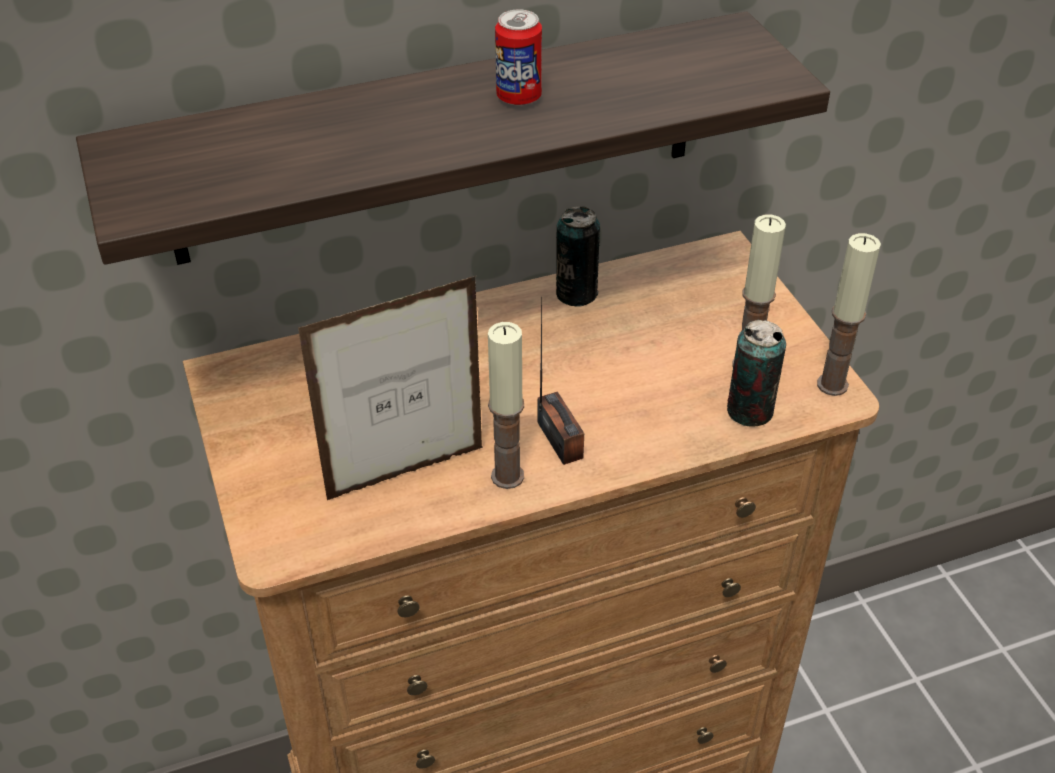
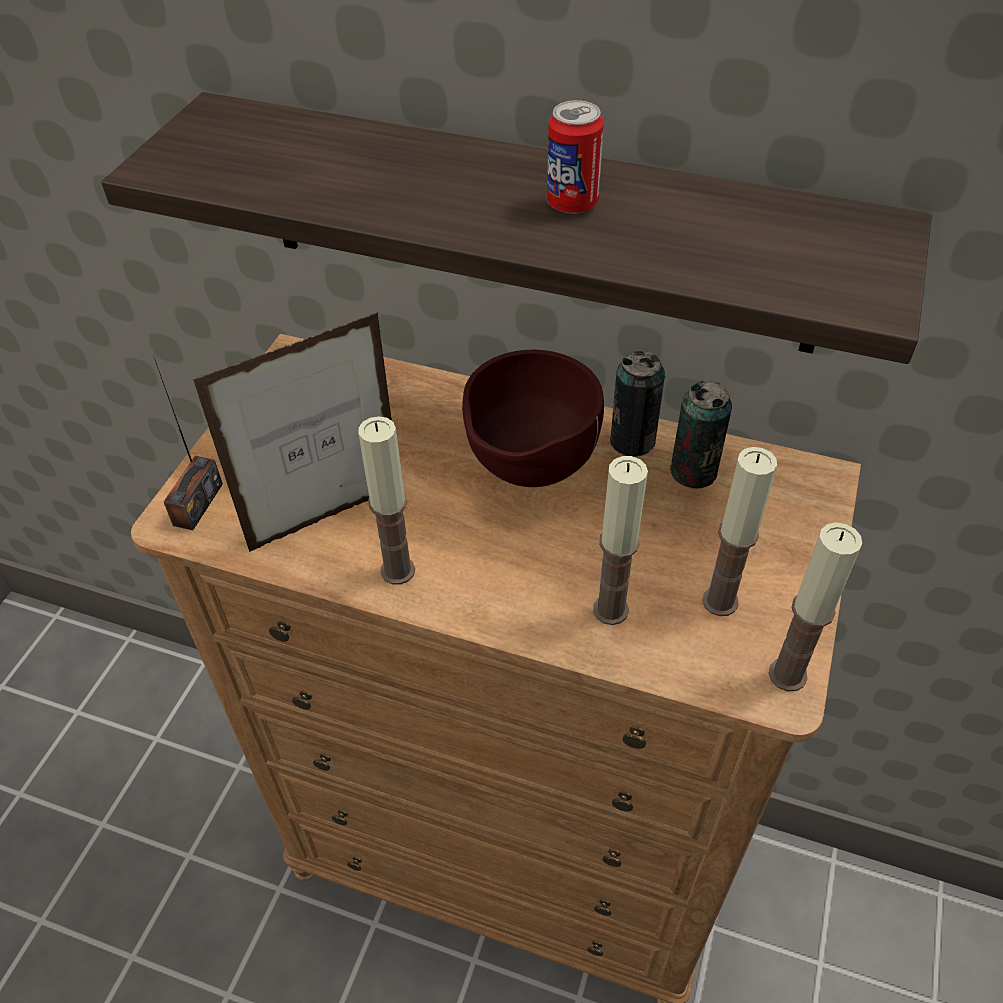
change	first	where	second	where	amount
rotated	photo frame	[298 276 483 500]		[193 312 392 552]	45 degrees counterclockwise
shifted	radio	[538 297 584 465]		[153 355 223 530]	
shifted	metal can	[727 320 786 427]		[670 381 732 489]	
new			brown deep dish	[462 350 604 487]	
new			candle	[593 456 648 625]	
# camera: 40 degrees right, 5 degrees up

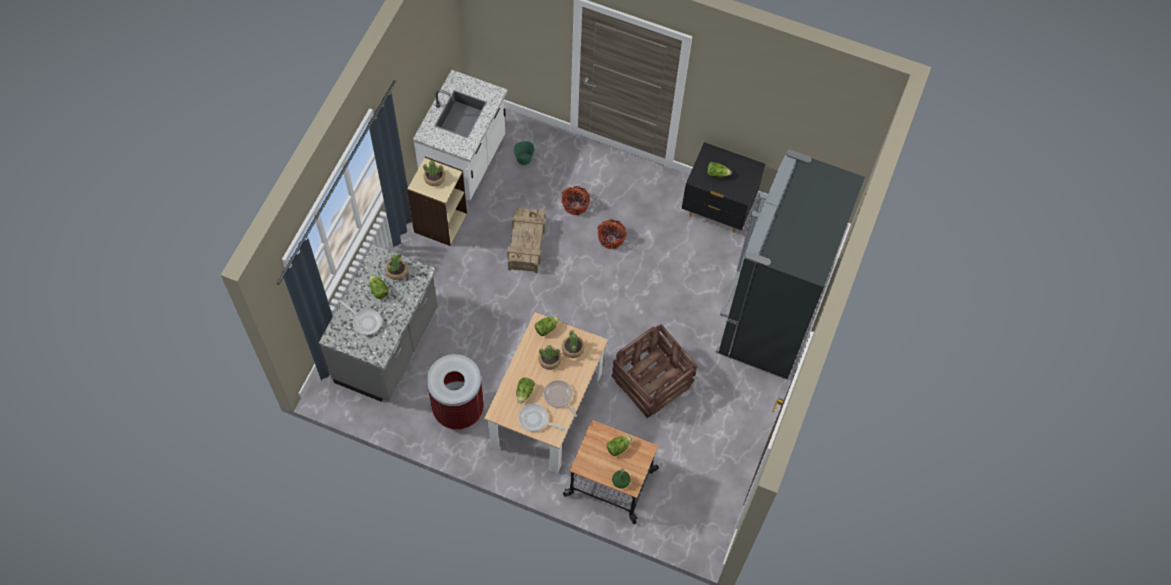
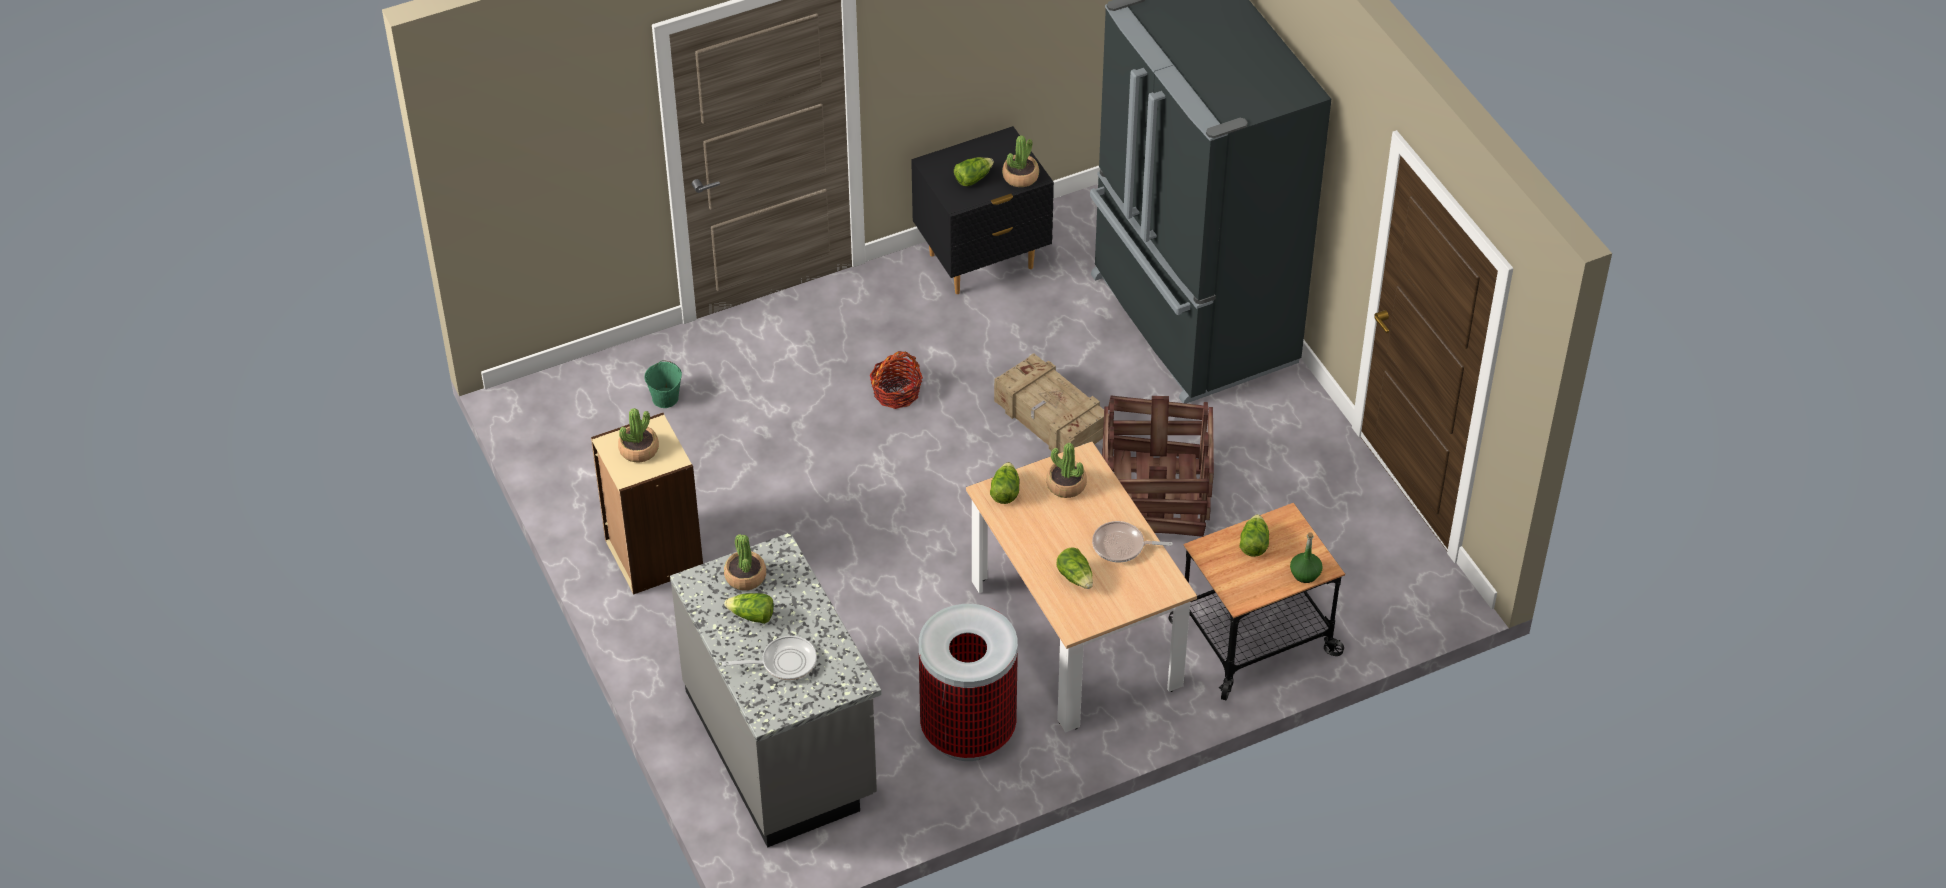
change	first	where	second	where	amount
gone	white kitchen counter	[413 70 508 200]			
gone	basket	[562 186 590 215]			
shifted	packing crate	[507 207 545 273]		[994 354 1109 454]	
shifted	potted plant	[538 345 562 370]		[1002 135 1039 187]	
gone	pan	[518 404 567 431]			
# camera: 45 degrees left, 15 degrees down

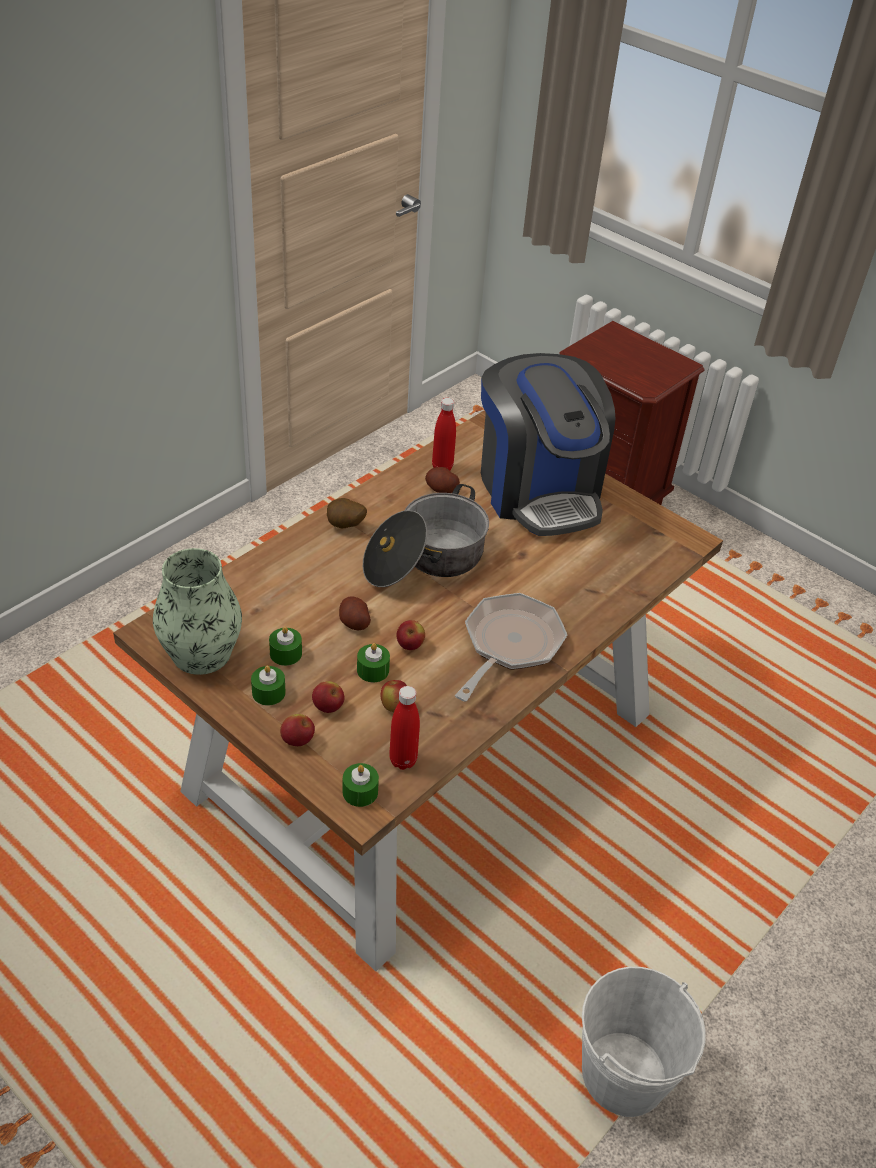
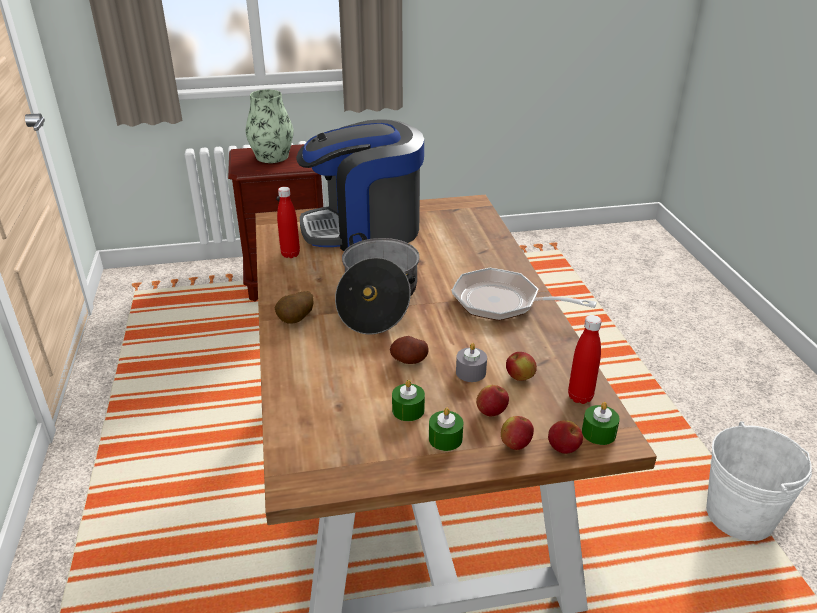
change	first	where	second	where	amount
rotated	coffee brewer	[481 353 616 536]		[296 120 424 251]	150 degrees clockwise
gone	spud	[425 467 460 493]			
shifted	decorative vase	[153 548 242 675]		[246 89 293 163]	
rotated	pan	[455 593 567 702]		[452 268 597 321]	45 degrees counterclockwise
shifted	apple	[396 620 425 650]		[548 420 583 454]	
repainted	green candle	[357 643 390 683]	greyish candle	[456 343 487 382]	
# camera: 50 degrees left, 10 degrees down

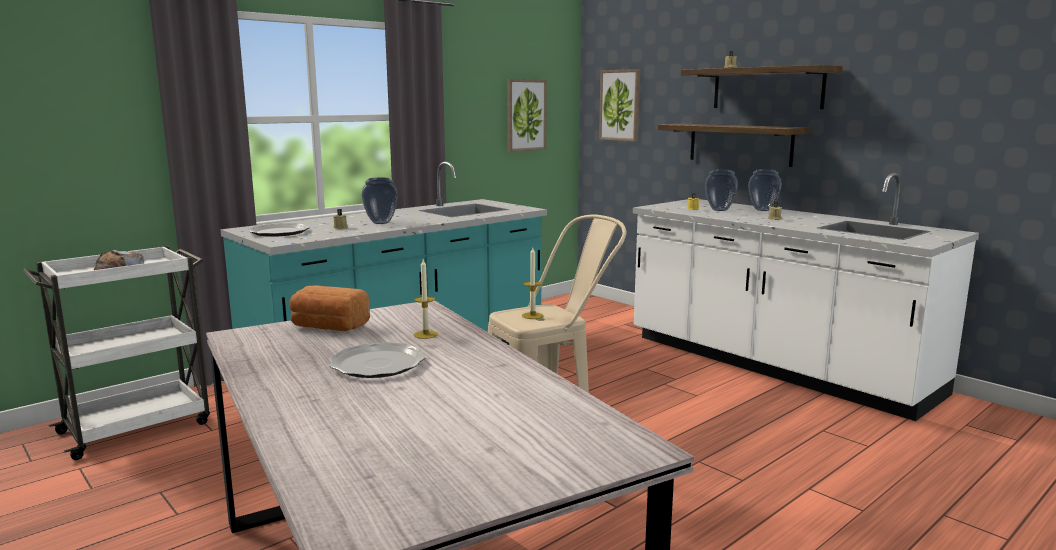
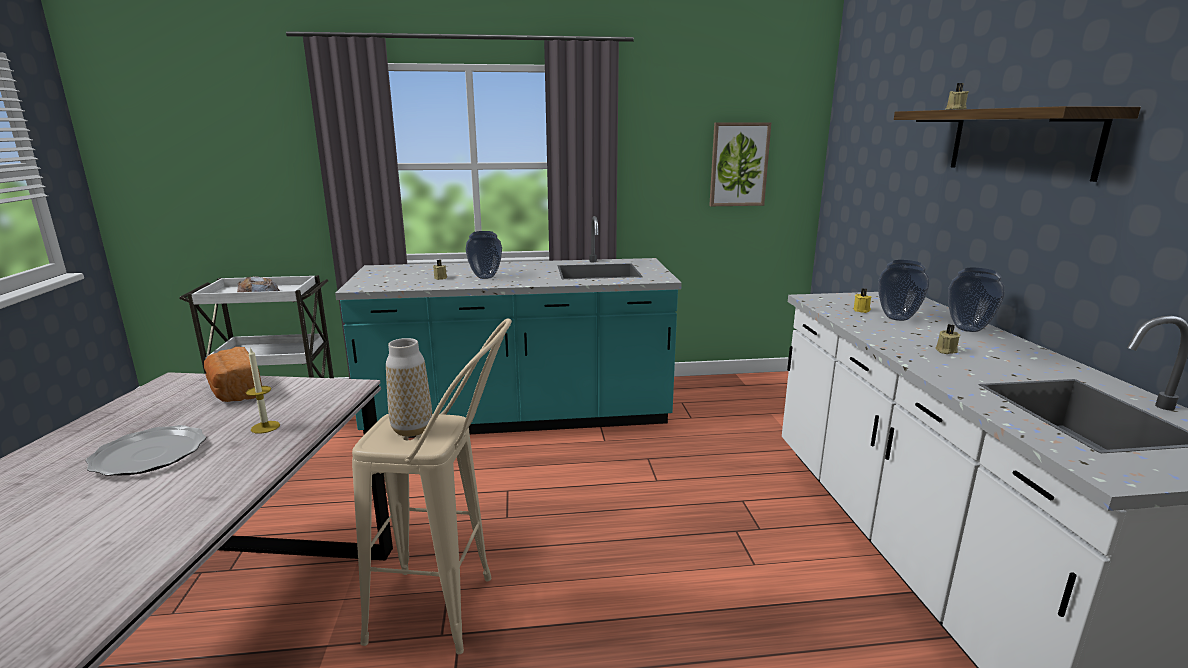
change	first	where	second	where	amount
gone	wall art	[599 69 640 142]			
gone	wall shelf	[658 124 810 167]			
gone	flat dish	[248 223 310 237]			
swapped	candle	[522 248 544 319]	decorative vase	[386 338 432 437]	
# camera: 35 degrees right, 5 degrees up

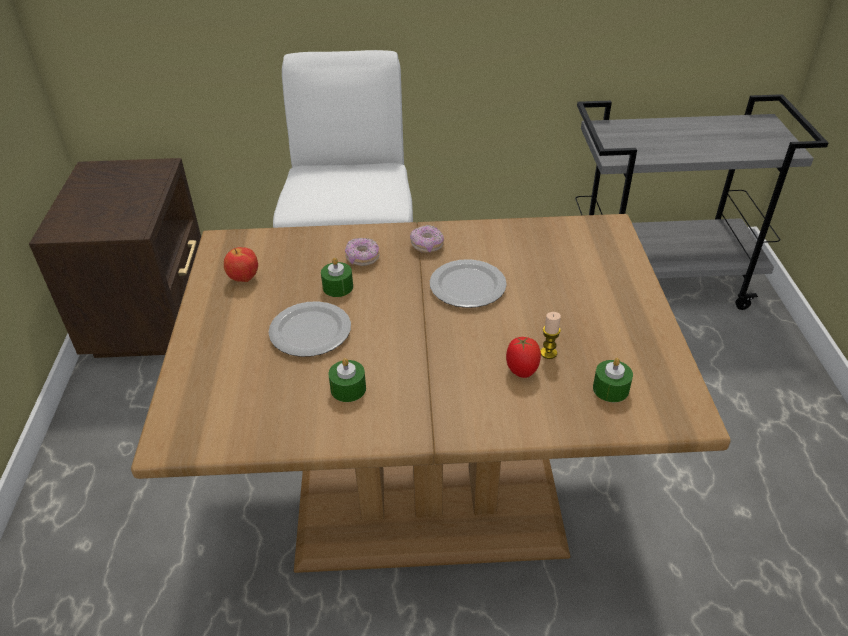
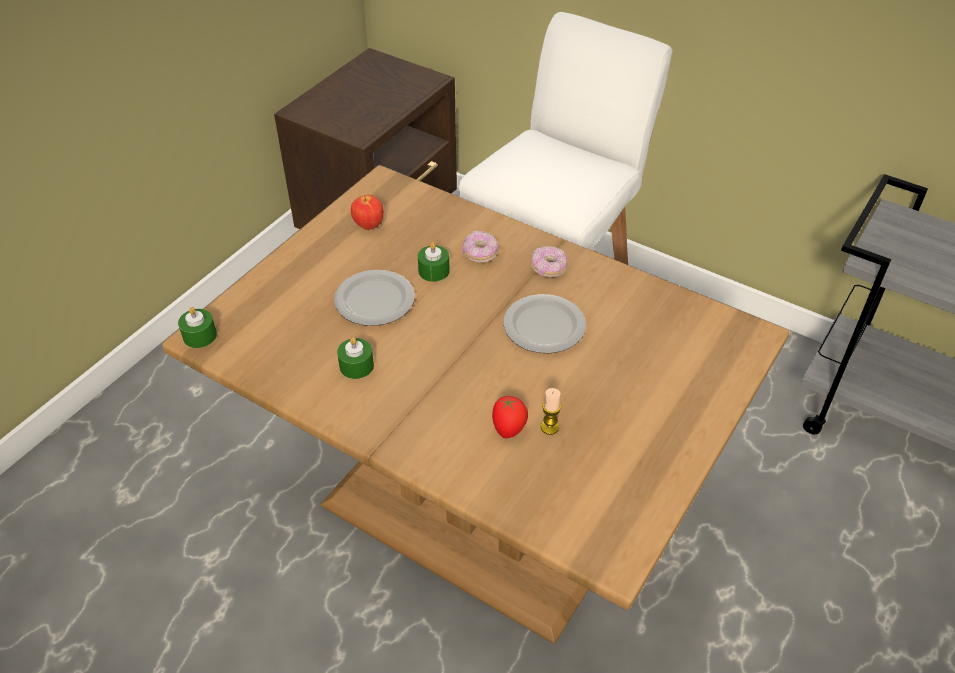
change	first	where	second	where	amount
shifted	green candle	[593 358 633 402]		[178 307 217 348]	
# camera: 35 degrees right, 5 degrees up

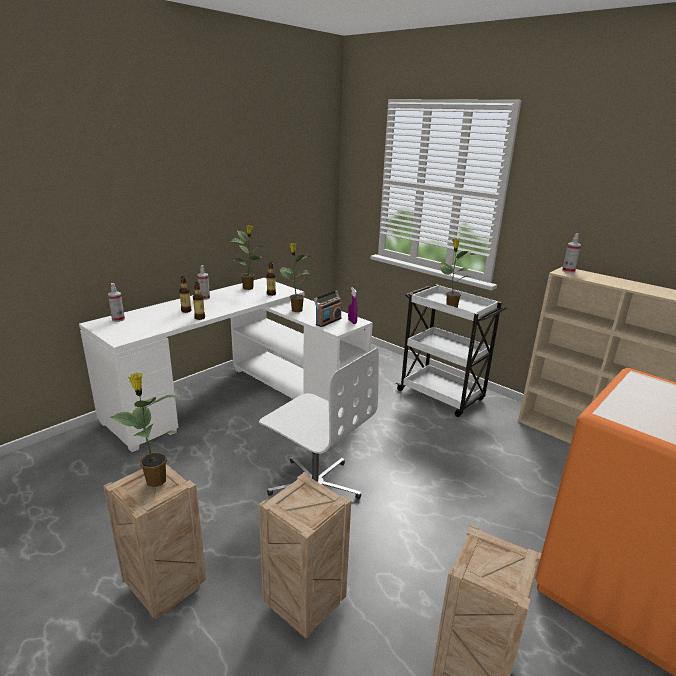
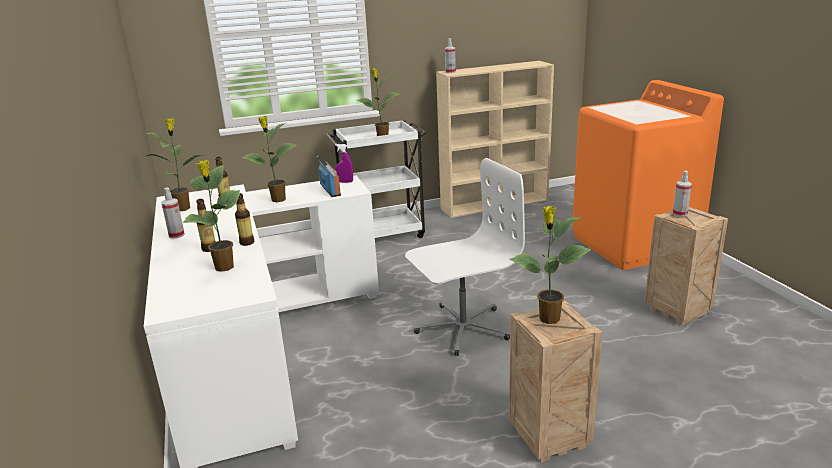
change	first	where	second	where	amount
shifted	spray bottle	[108 283 125 322]		[673 171 692 217]	
gone	packing crate	[259 472 351 639]			
new			potted plant	[183 160 240 272]	
# camera: 60 degrees left, 0 degrees up

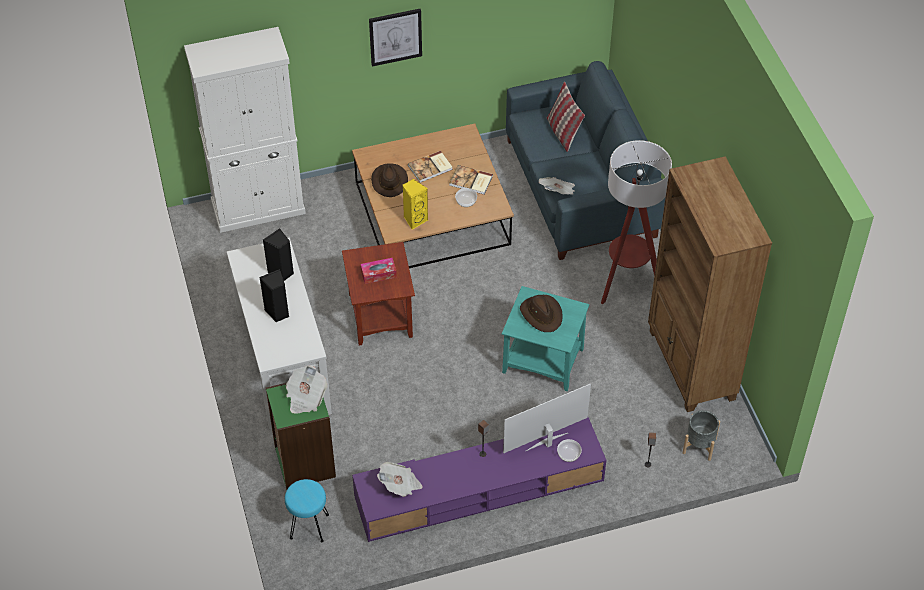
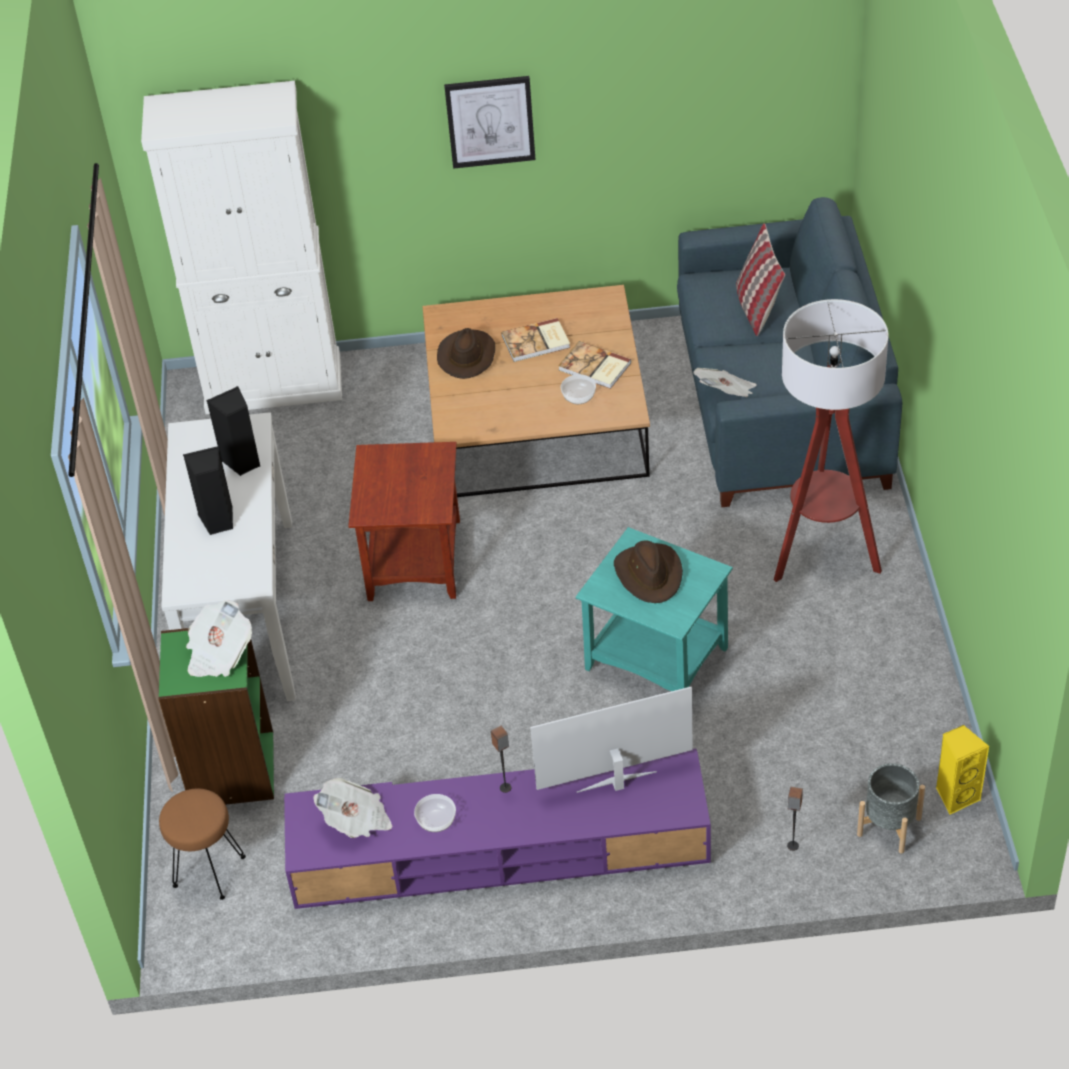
change	first	where	second	where	amount
gone	brown bookshelf	[648 156 772 412]			
shifted	yellow speaker	[403 179 428 230]		[936 725 989 815]	
gone	tissue holder	[360 258 397 284]			
shifted	deep dish	[557 439 582 462]		[414 794 456 832]	
repainted	blue-green stool	[285 479 329 543]	brown stool	[159 789 246 900]	
# camera: 15 degrees right, 5 degrees down

